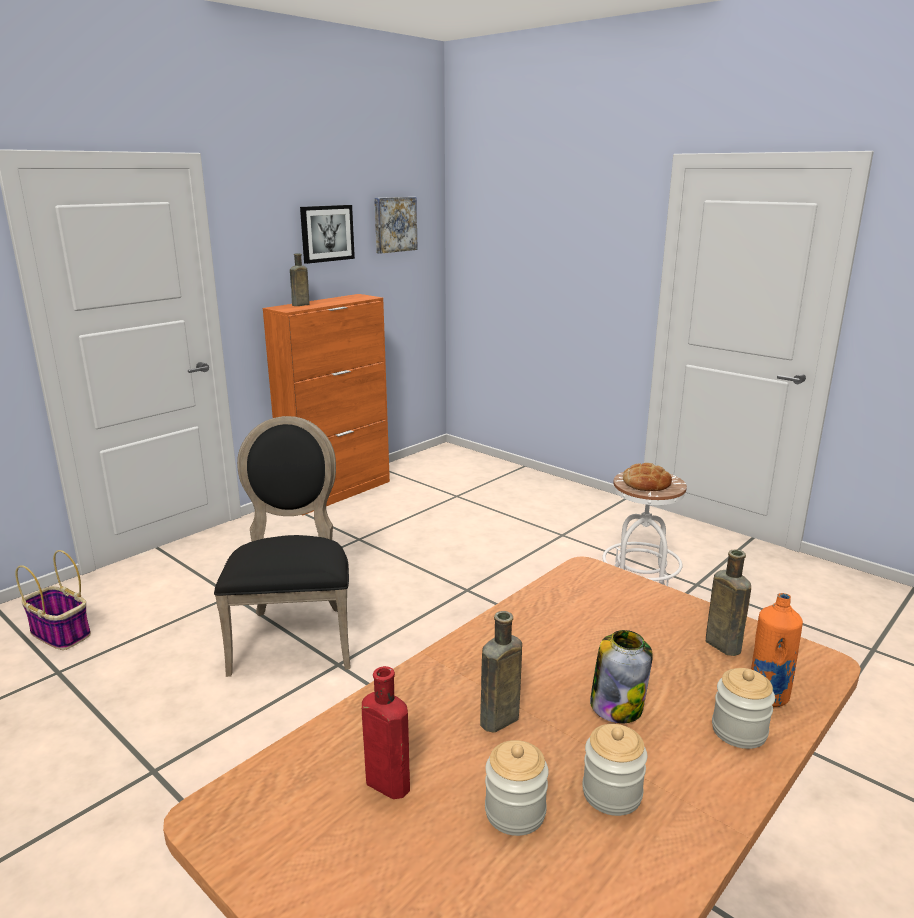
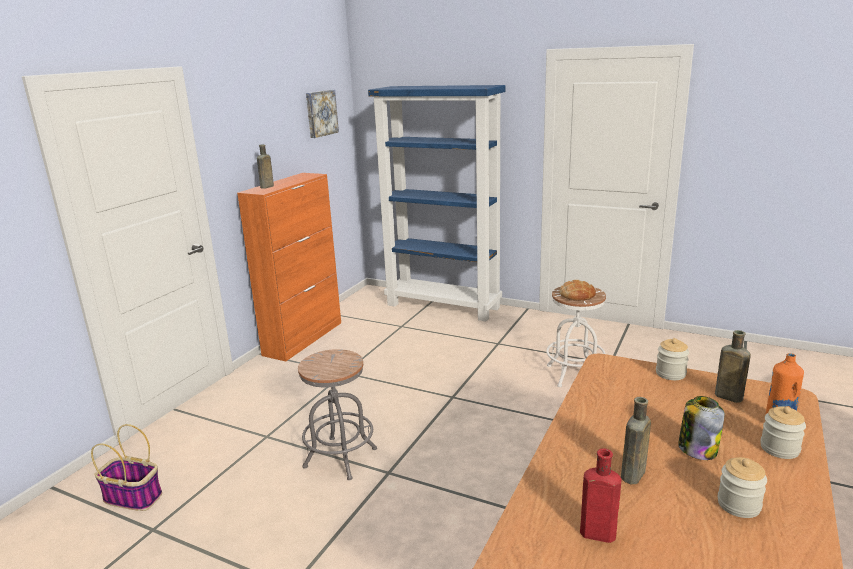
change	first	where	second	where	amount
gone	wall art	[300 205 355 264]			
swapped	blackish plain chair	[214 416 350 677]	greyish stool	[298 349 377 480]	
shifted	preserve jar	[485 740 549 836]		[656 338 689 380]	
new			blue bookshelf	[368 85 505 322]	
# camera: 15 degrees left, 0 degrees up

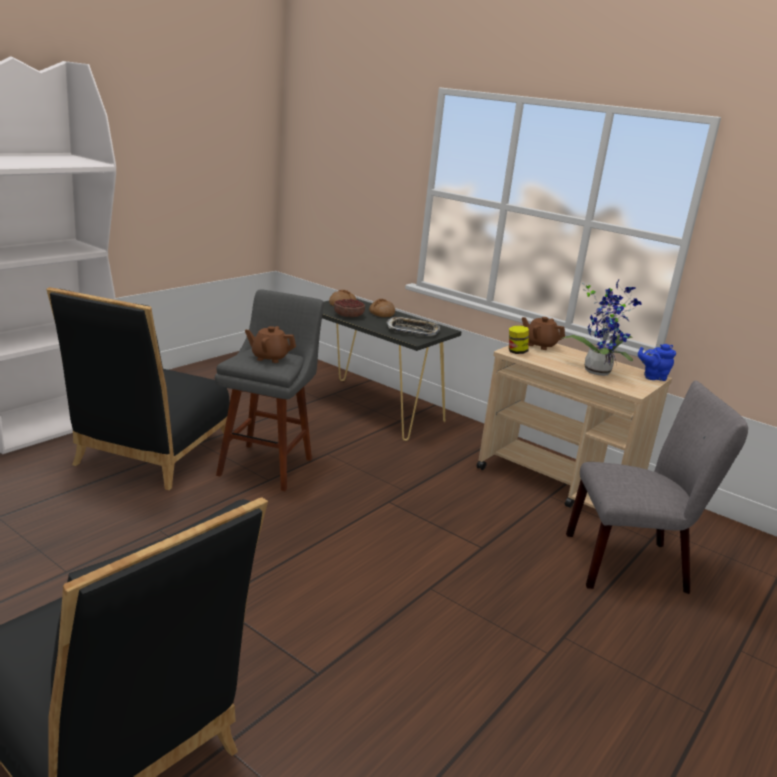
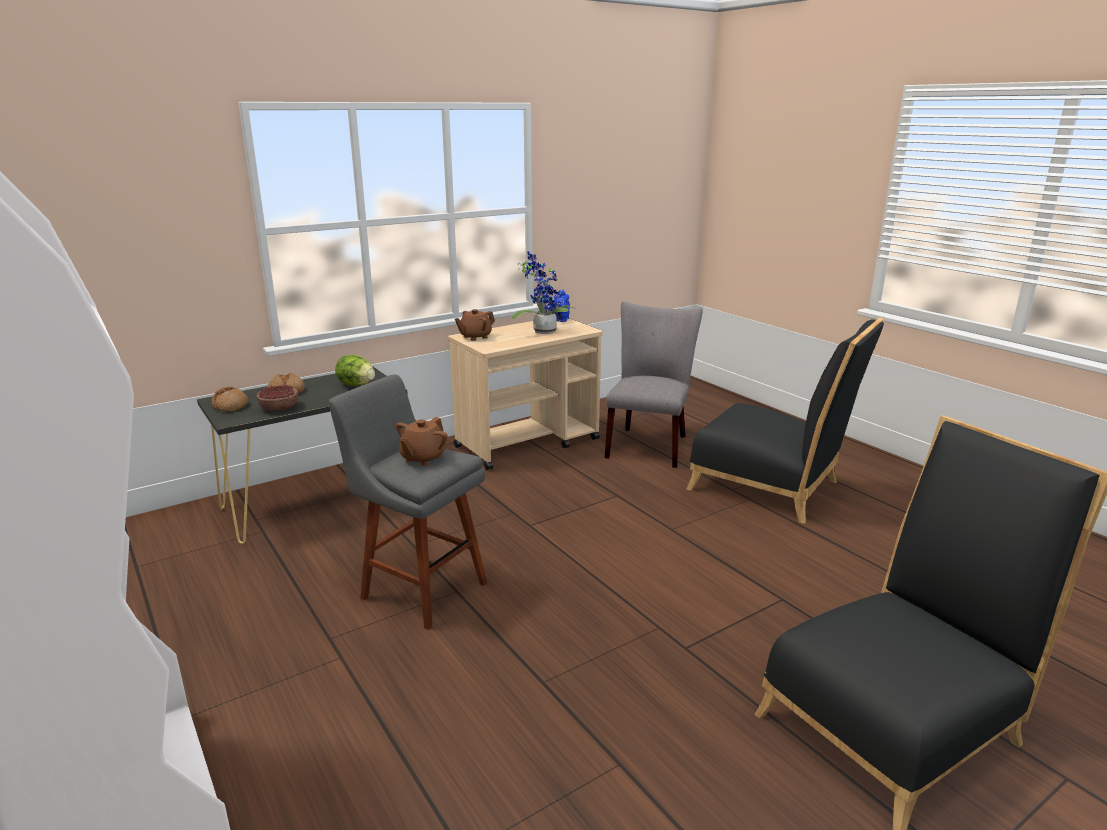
change	first	where	second	where	amount
shifted	blackish plain chair	[46 287 230 490]		[686 318 884 524]	
swapped	tray	[386 317 440 336]	head of lettuce	[335 355 375 386]	
gone	preserve jar	[509 326 529 354]			
# camera: 70 degrees left, 0 degrees up

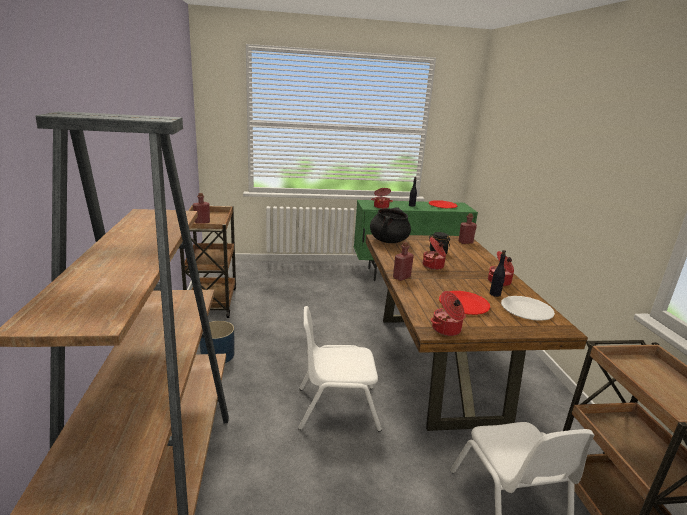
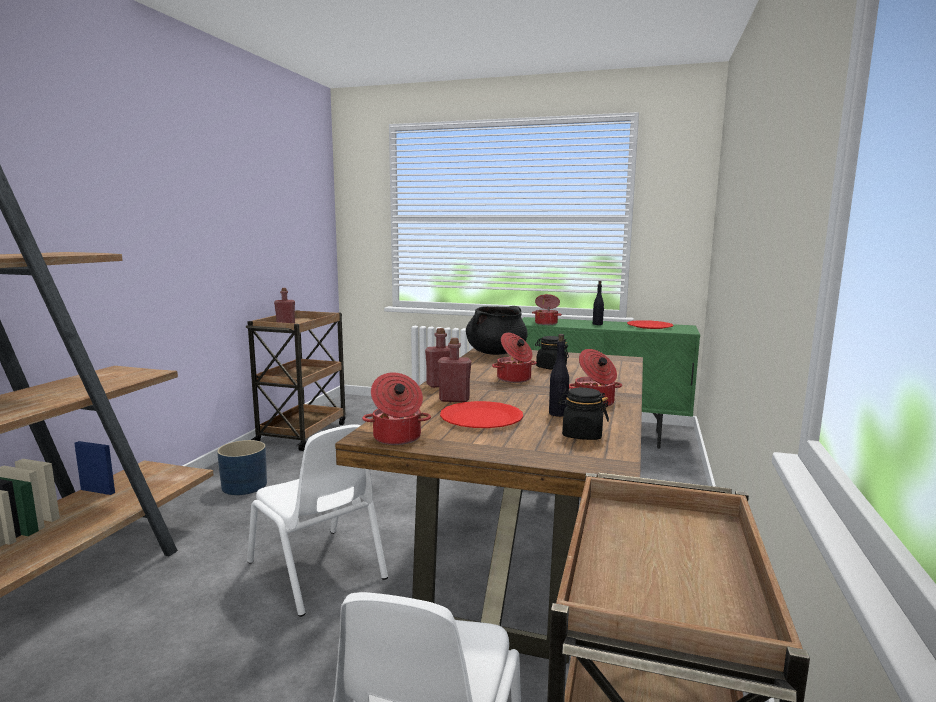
change	first	where	second	where	amount
shifted	reddish beverage bottle	[458 213 477 244]		[437 338 471 402]	
swapped	white flat dish	[501 296 555 321]	blackish preserve jar	[558 388 609 440]	
rotated	white plain chair	[298 306 382 432]		[247 424 388 617]	150 degrees counterclockwise
# camera: 25 degrees right, 10 degrees down

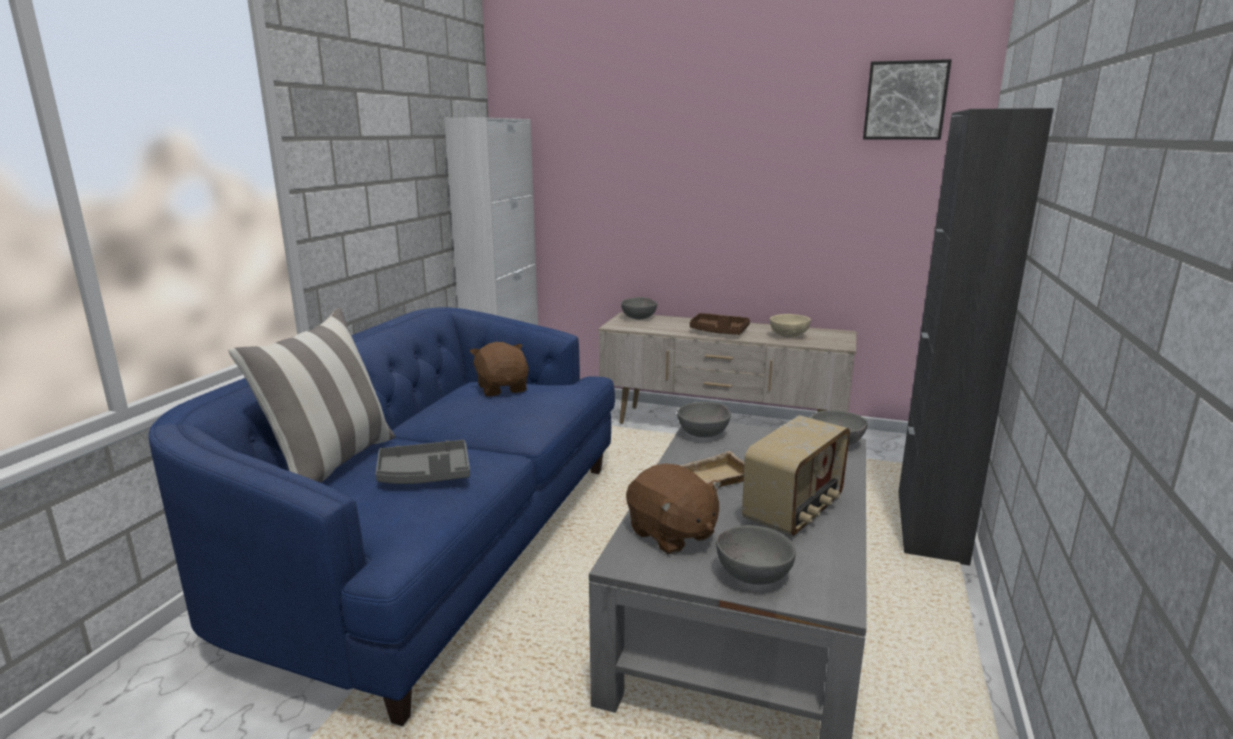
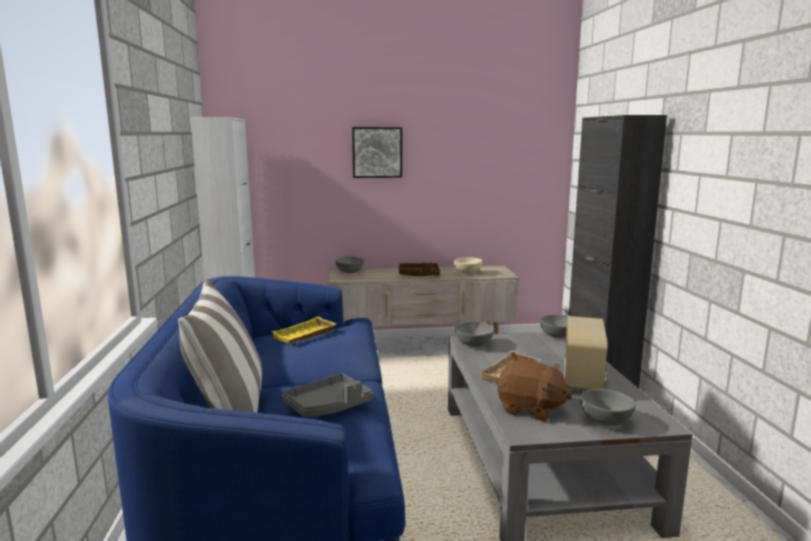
change	first	where	second	where	amount
shifted	wall art	[863 59 952 140]		[352 127 402 178]	
swapped	brown cuddly toy	[470 342 529 396]	yellow tray	[271 317 336 344]	
# camera: 25 degrees left, 5 degrees down

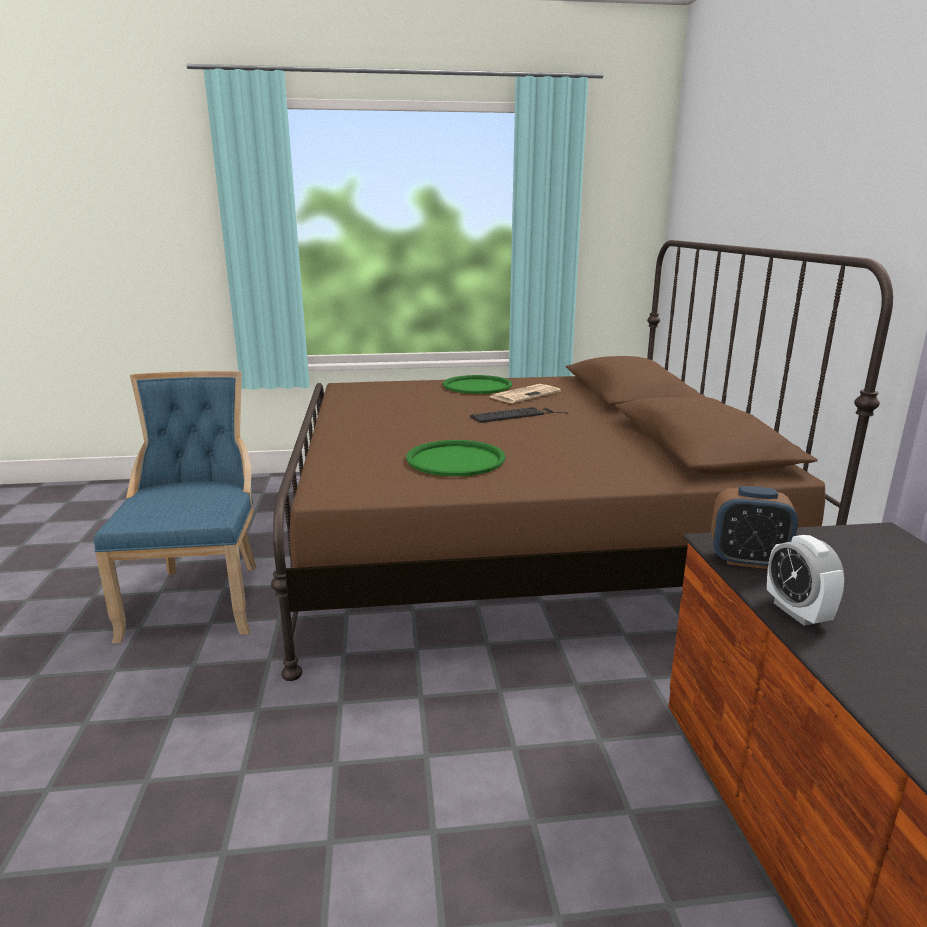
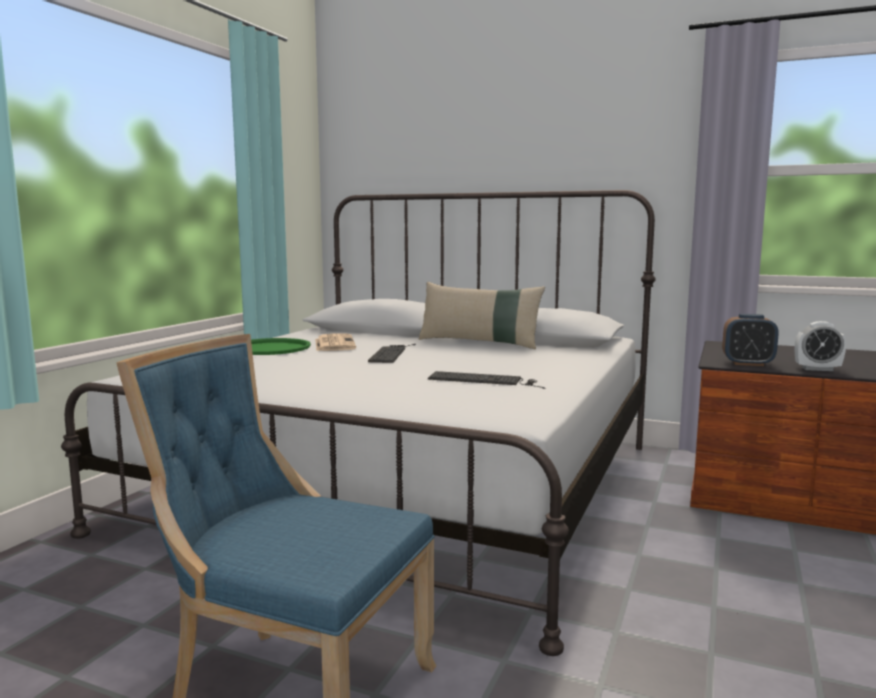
change	first	where	second	where	amount
repainted	brown sleeping bed	[271 240 893 681]	white sleeping bed	[61 190 656 656]	
swapped	green tray	[406 440 505 476]	computer keyboard	[428 371 545 389]	
rotated	table clock	[711 486 798 569]		[722 314 779 366]	60 degrees clockwise
new			beige cushion	[419 282 545 349]	
# camera: 60 degrees left, 10 degrees down

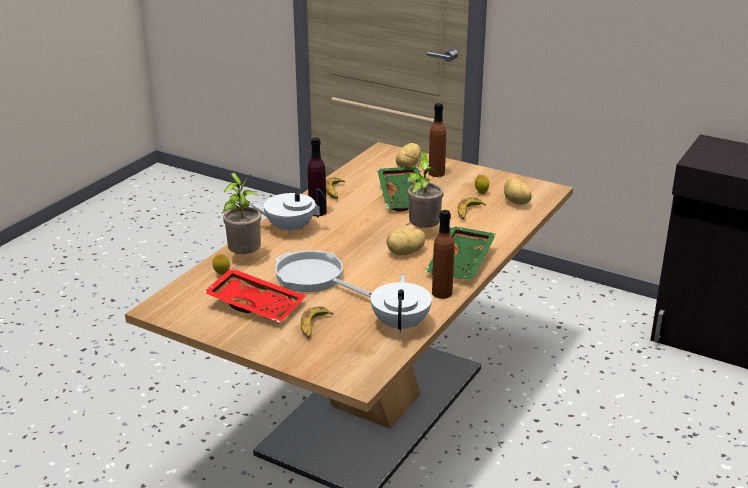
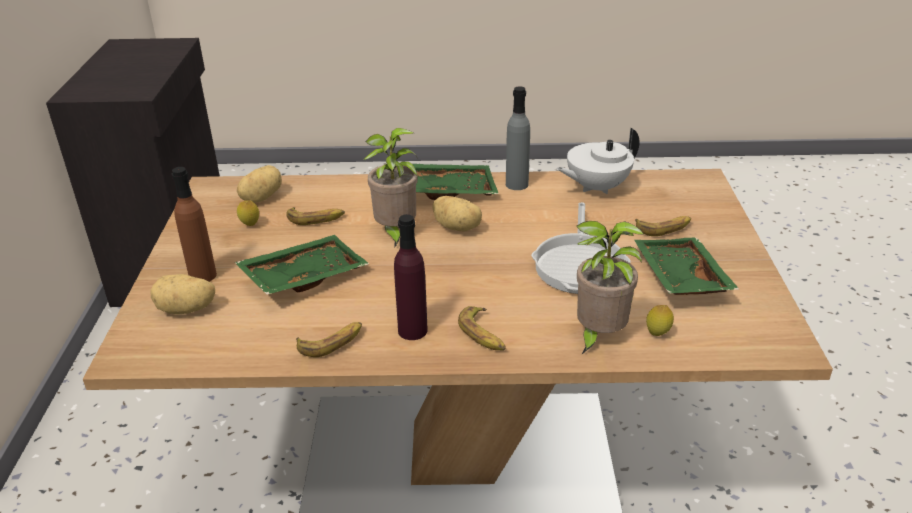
change	first	where	second	where	amount
swapped	white teapot	[250 188 326 234]	whole banana	[458 306 506 350]	
repainted	brown beverage bottle	[432 210 454 299]	greyish beverage bottle	[506 86 530 190]	
repainted	reddish tray	[203 268 306 323]	green tray	[634 237 740 295]	
# camera: 120 degrees left, 5 degrees up

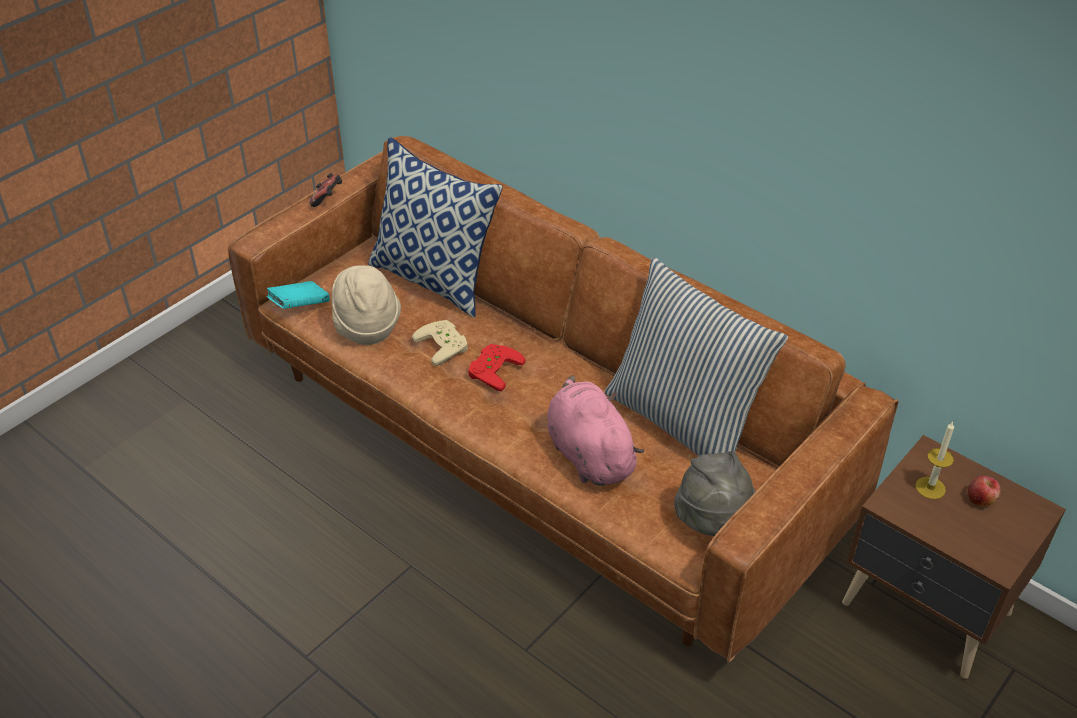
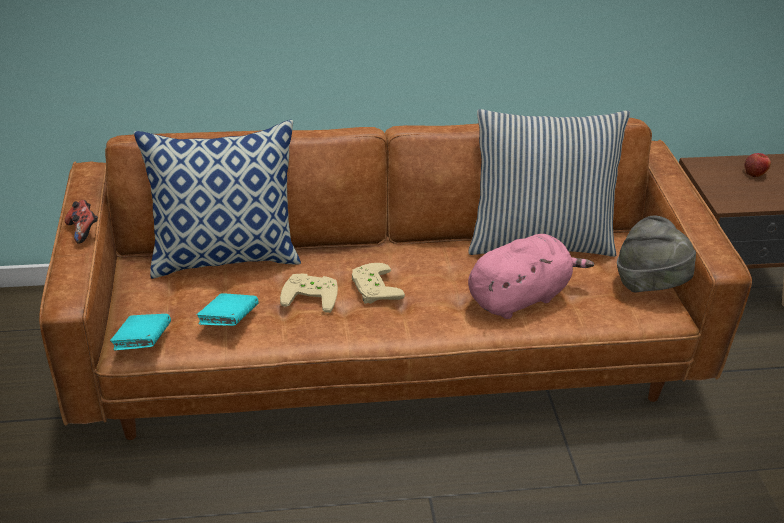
change	first	where	second	where	amount
swapped	beige hat	[332 265 401 345]	blue-green book	[197 293 259 326]	
repainted	reddish gamepad	[468 344 526 391]	beige gamepad	[352 263 405 304]	
rotated	pink cuddly toy	[547 375 644 486]		[468 234 594 319]	135 degrees clockwise
gone	candle	[915 422 954 499]			
# camera: 50 degrees left, 5 degrees down

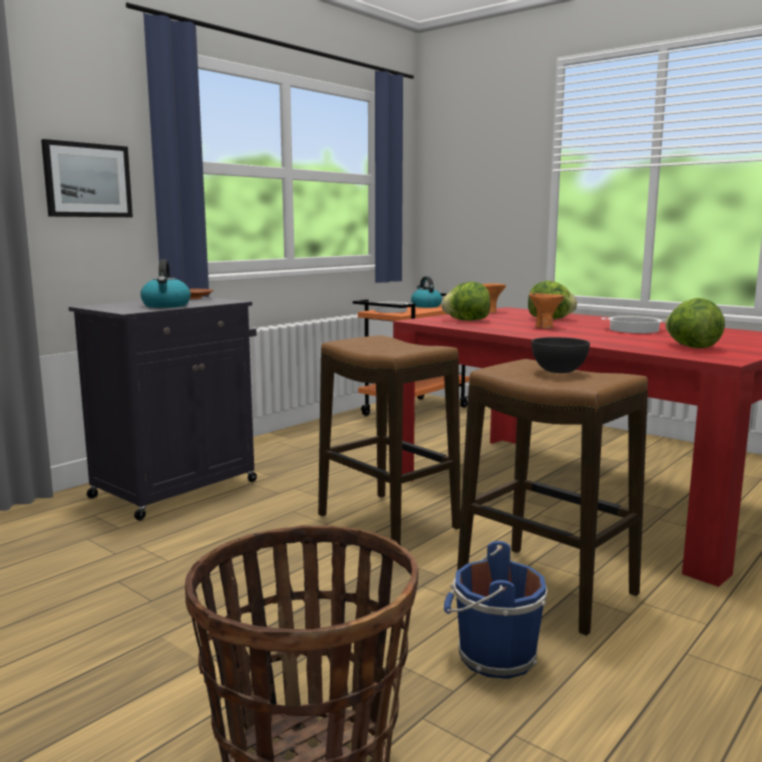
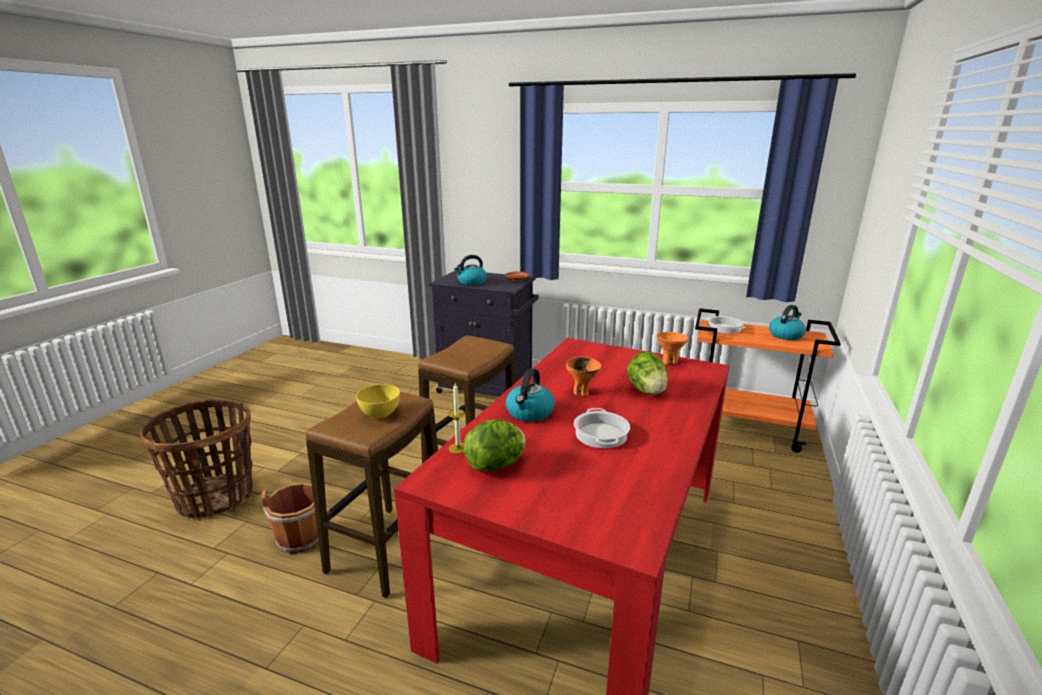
change	first	where	second	where	amount
gone	wall art	[41 139 133 217]			
gone	head of lettuce	[441 282 490 321]			
repainted	greyish deep dish	[531 337 590 373]	yellow deep dish	[356 384 400 418]	
repainted	blue water bucket	[444 541 547 679]	brown water bucket	[261 483 319 554]	
new			water kettle	[506 368 555 422]	
new			candle	[448 383 465 454]	
# camera: 70 degrees right, 10 degrees up

